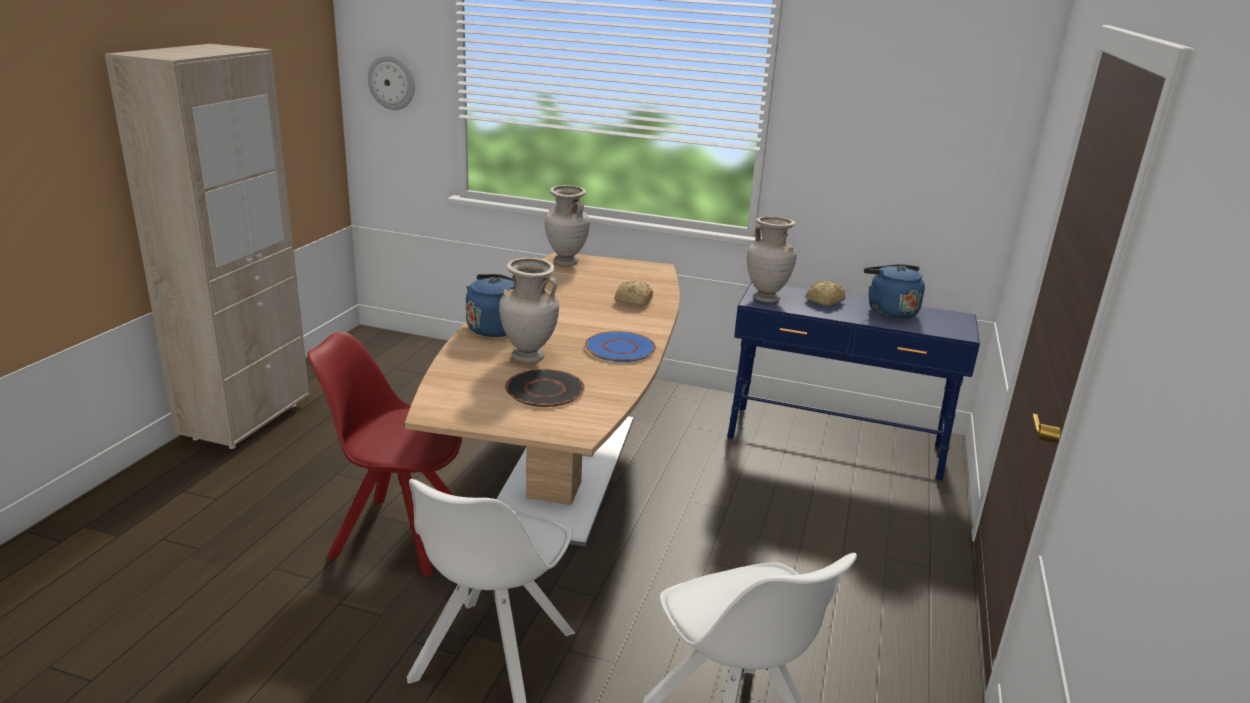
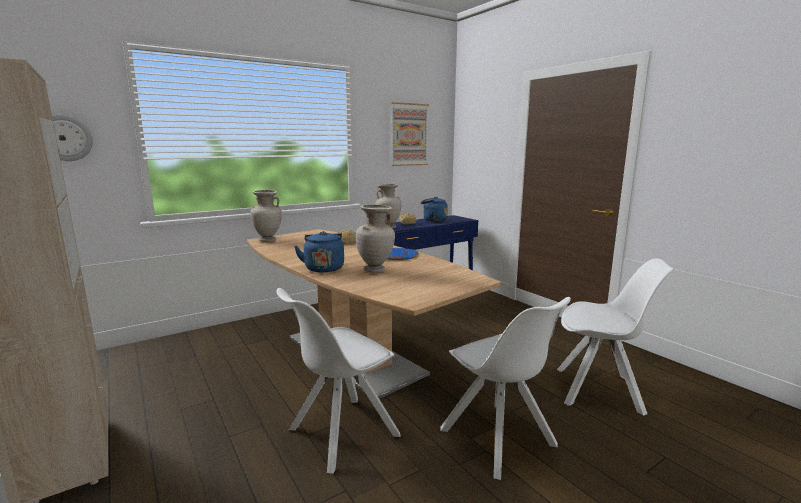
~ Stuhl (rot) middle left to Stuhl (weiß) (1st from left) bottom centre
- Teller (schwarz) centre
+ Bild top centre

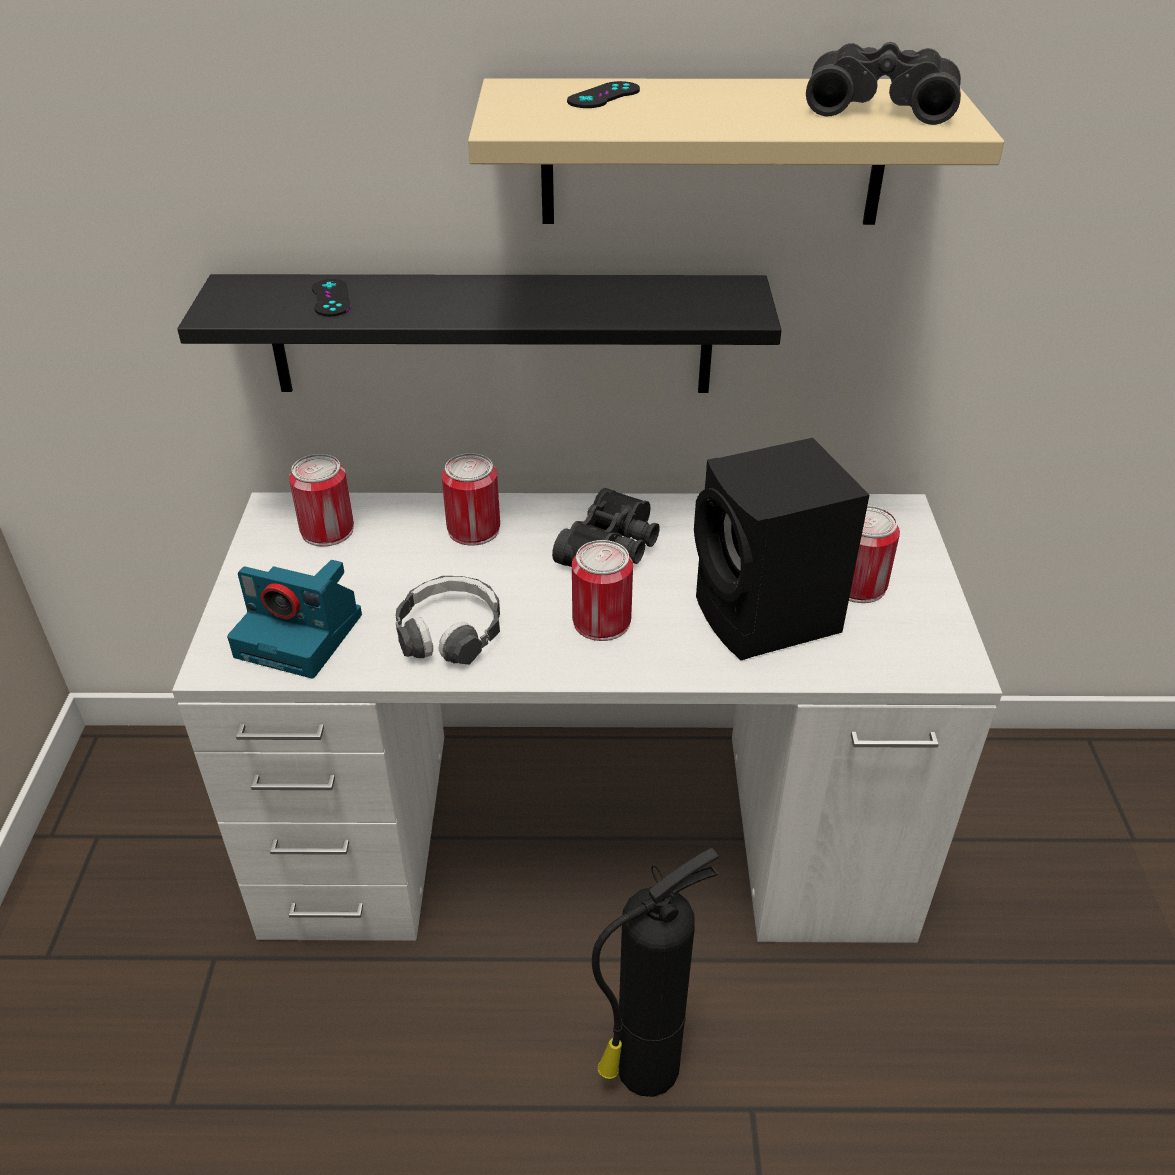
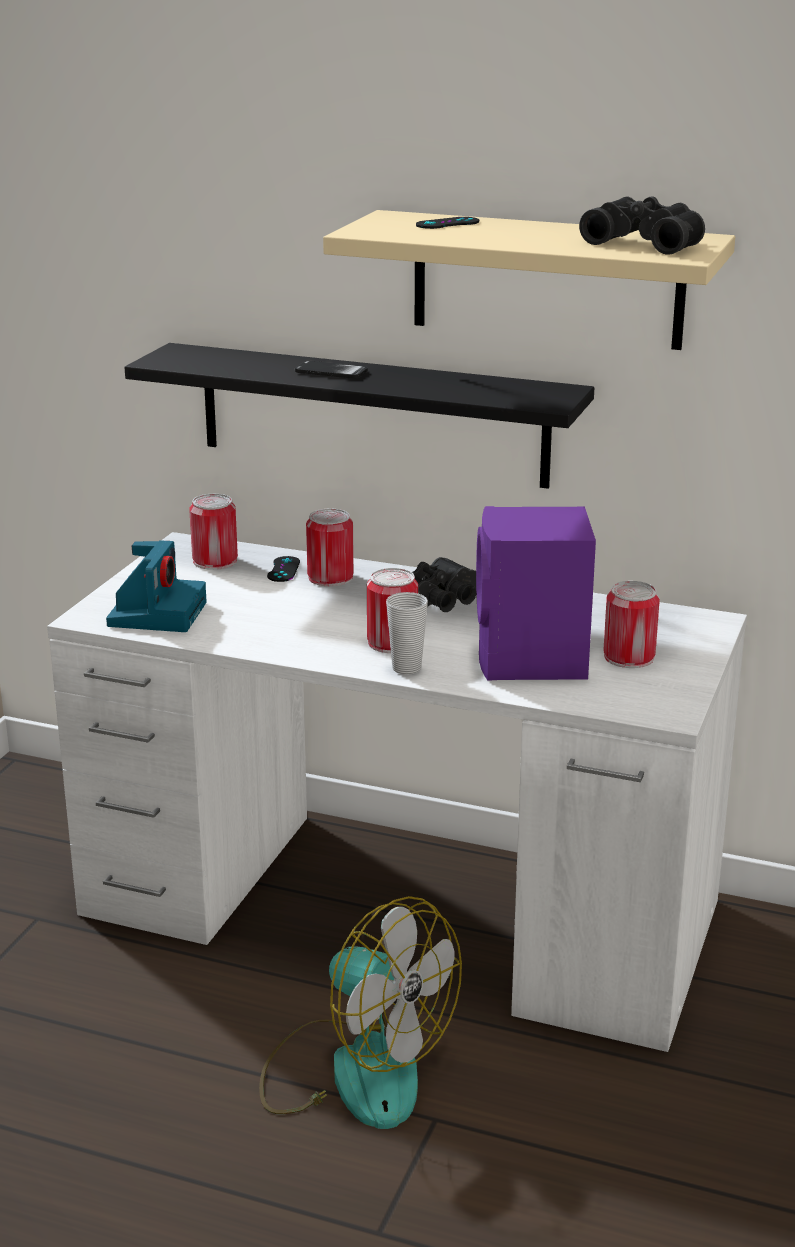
~ Kamera middle left = middle left 120 degrees counterclockwise
~ Gamepad (schwarz) (1st from left) top left to centre
- Kopfhörer centre
~ Feuerlöscher bottom centre to Ventilator bottom centre
~ Lautsprecher (schwarz) centre to Lautsprecher (lila) middle right
+ Handy top centre
+ Tasse centre

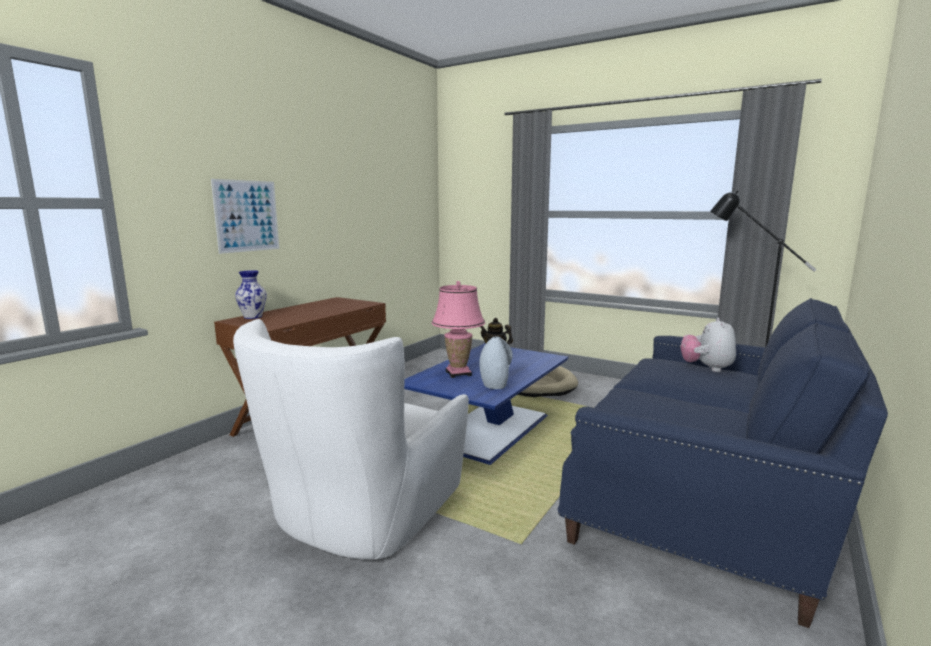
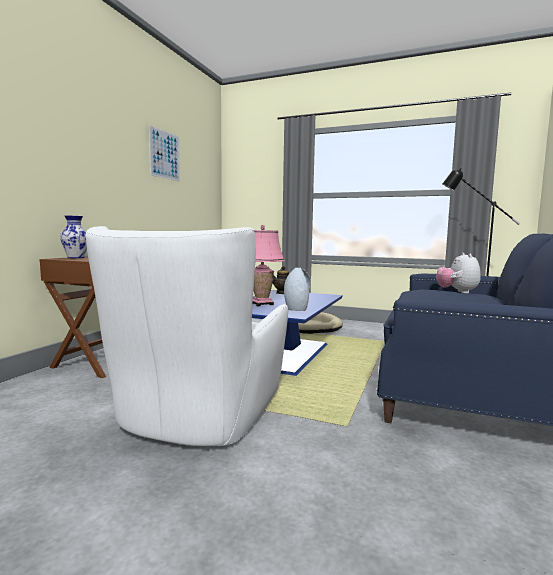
~ Bild middle left to top left

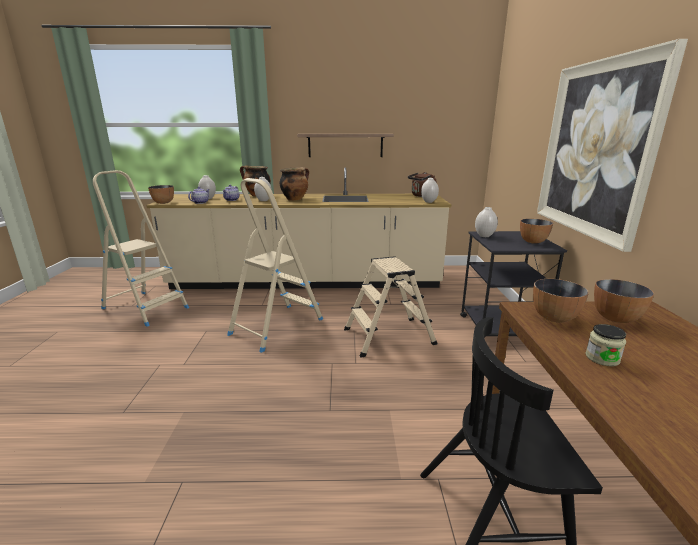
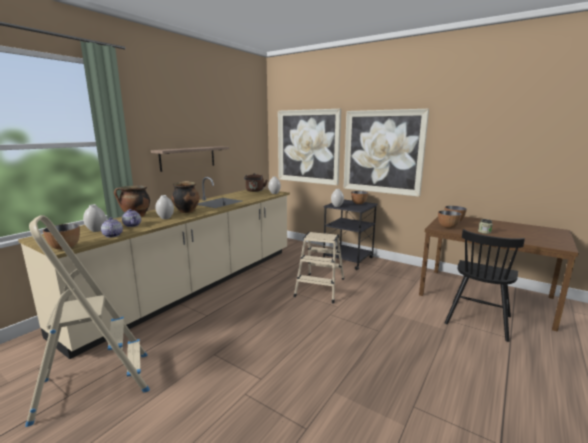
- Trittleiter (beige) (2nd from left) centre
+ Bild (1st from left) top centre

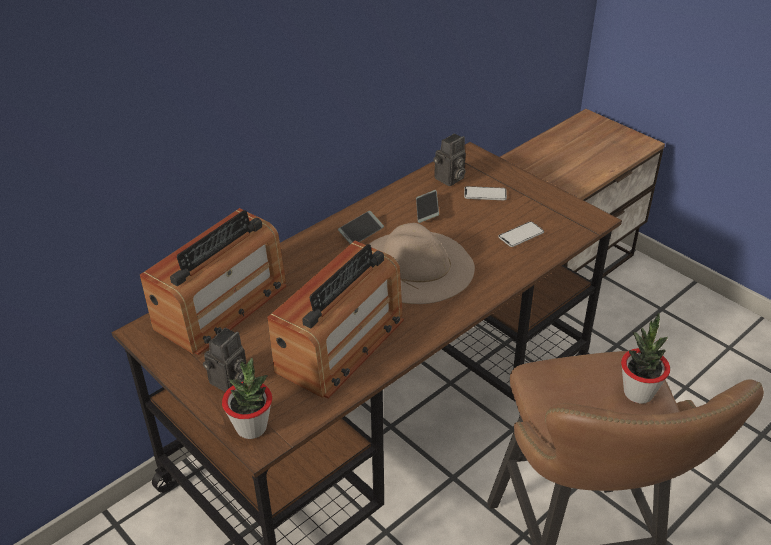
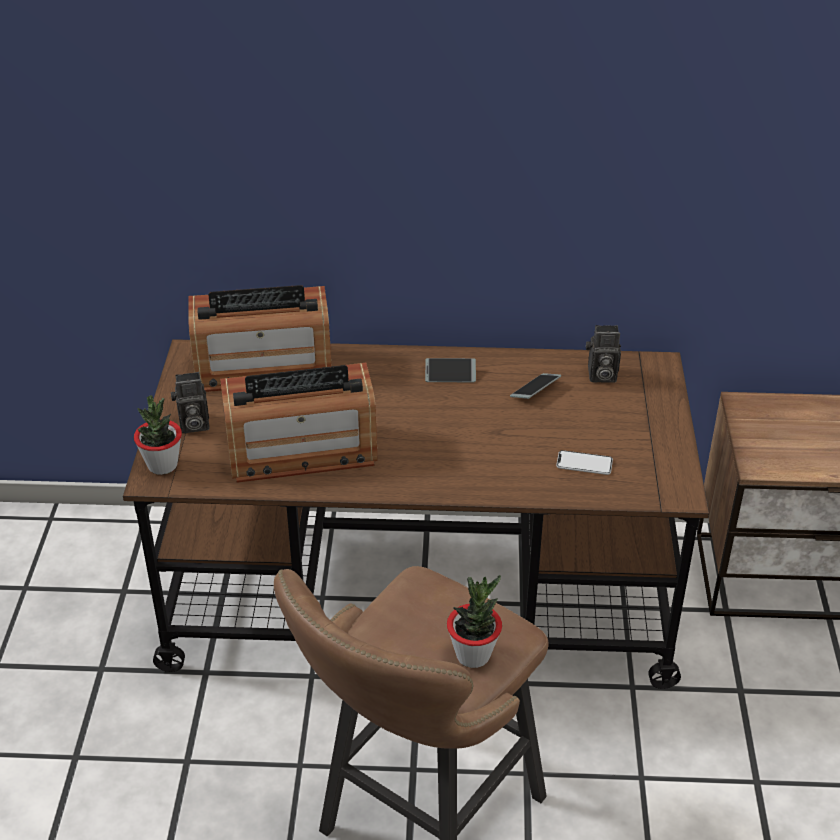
- Hut (beige) centre
- Handy (3rd from left) centre

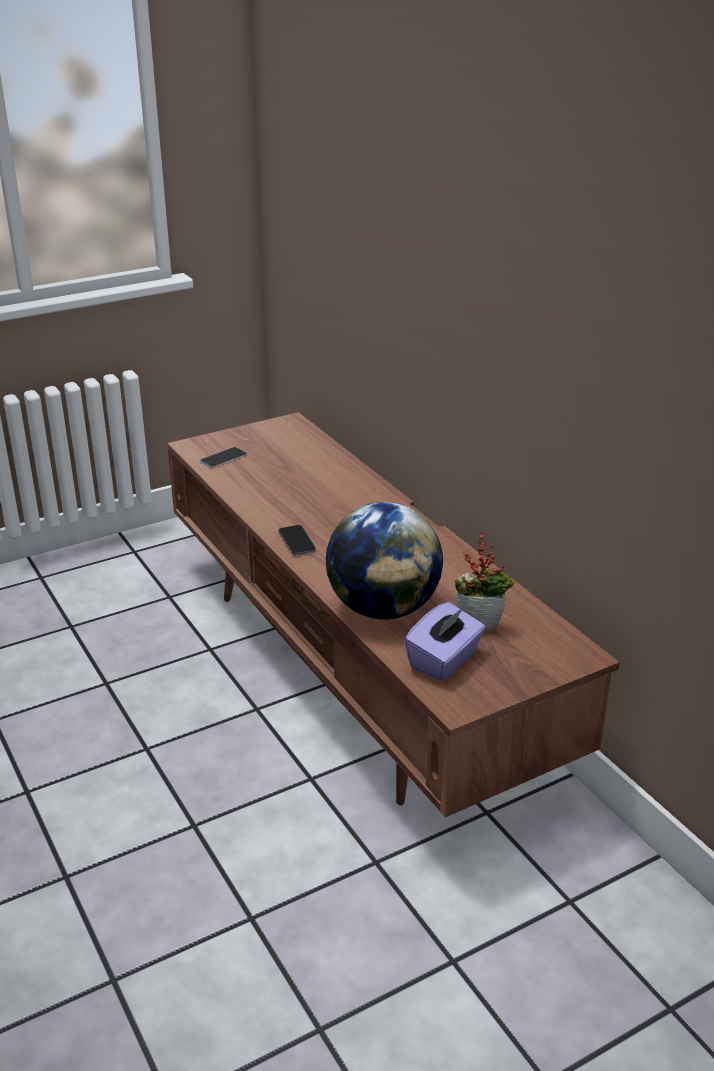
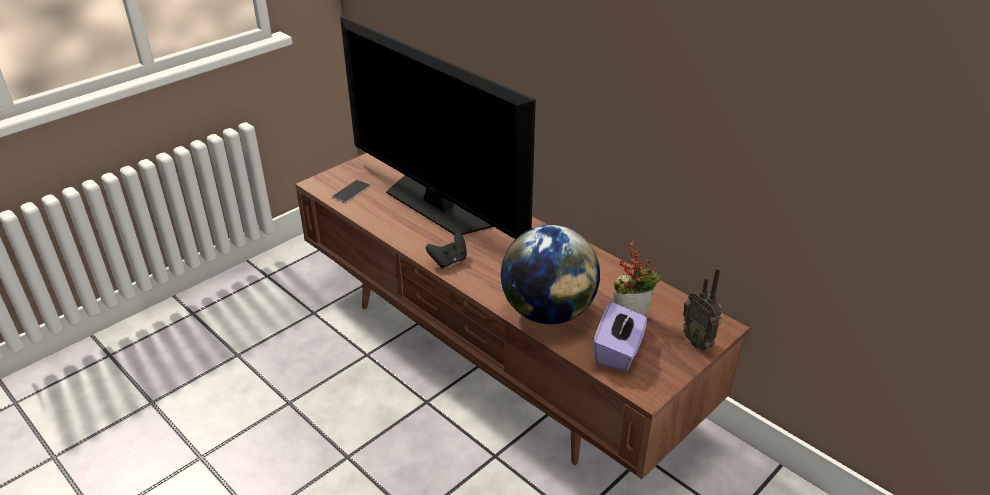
~ Handy (2nd from left) centre to Gamepad (schwarz) centre
+ Fernseher top centre
+ Radio middle right

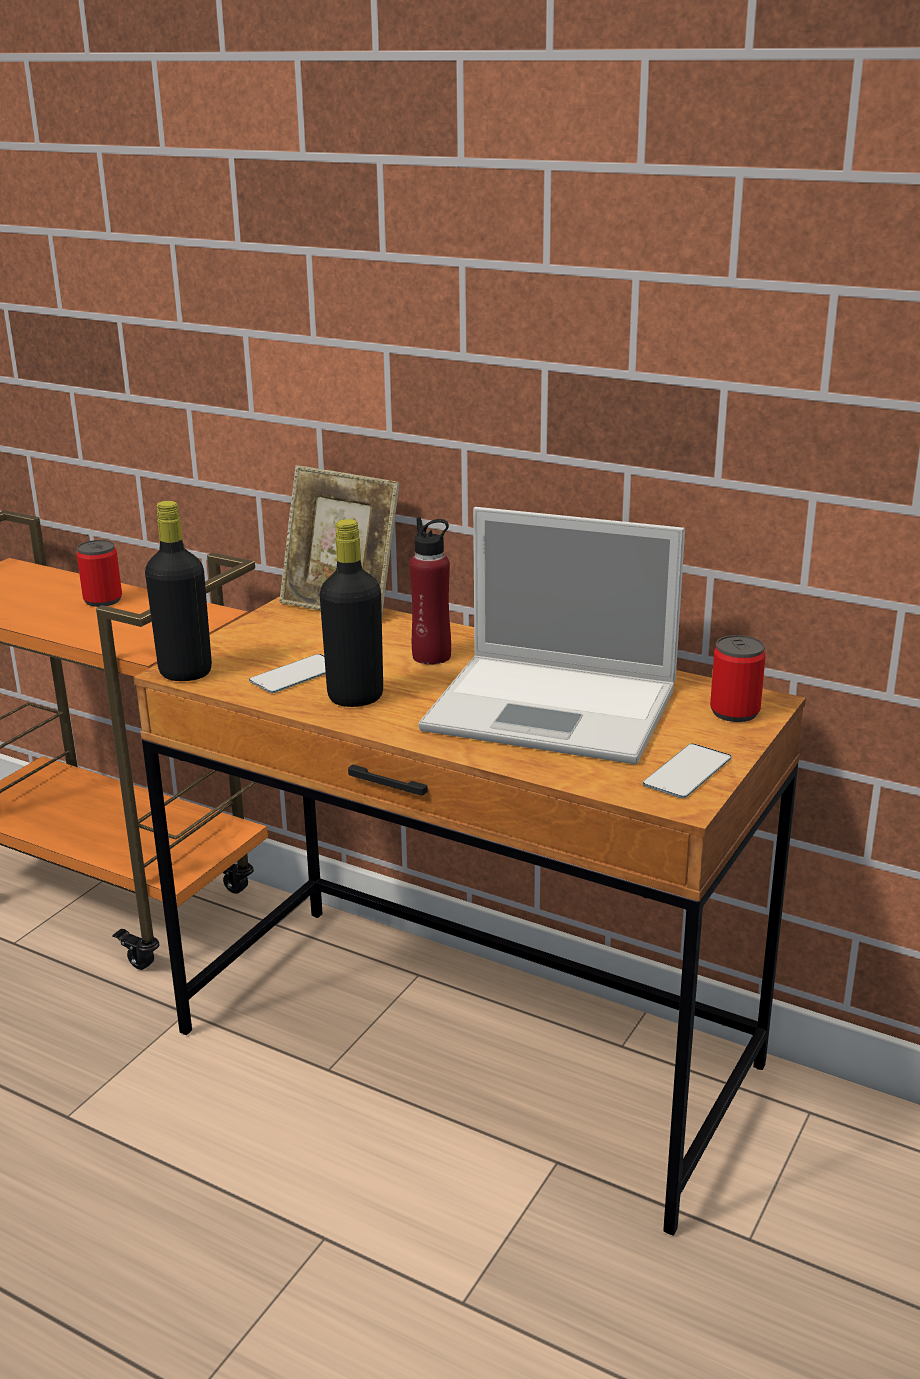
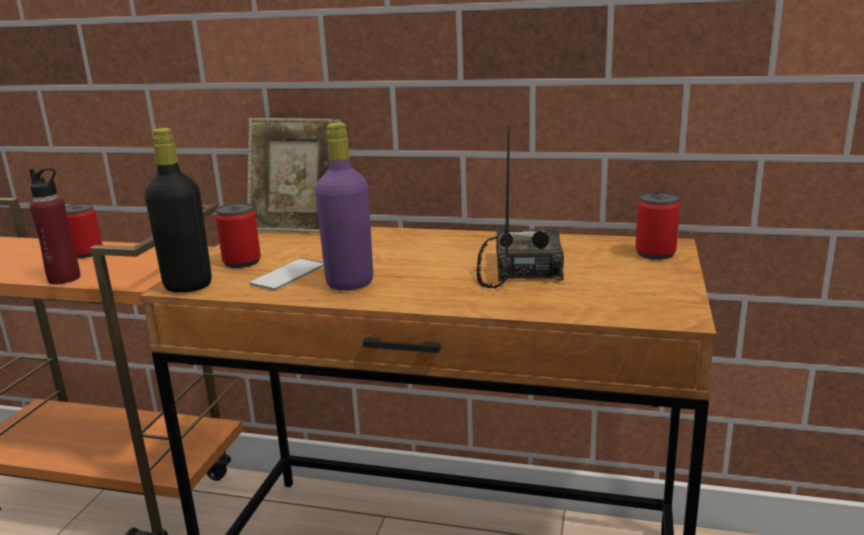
~ Flasche (schwarz) (2nd from left) centre to Flasche (lila) centre
~ Flasche (rot) centre to middle left
~ Laptop centre to Radio centre
- Handy (2nd from left) middle right
+ Dose (2nd from left) middle left

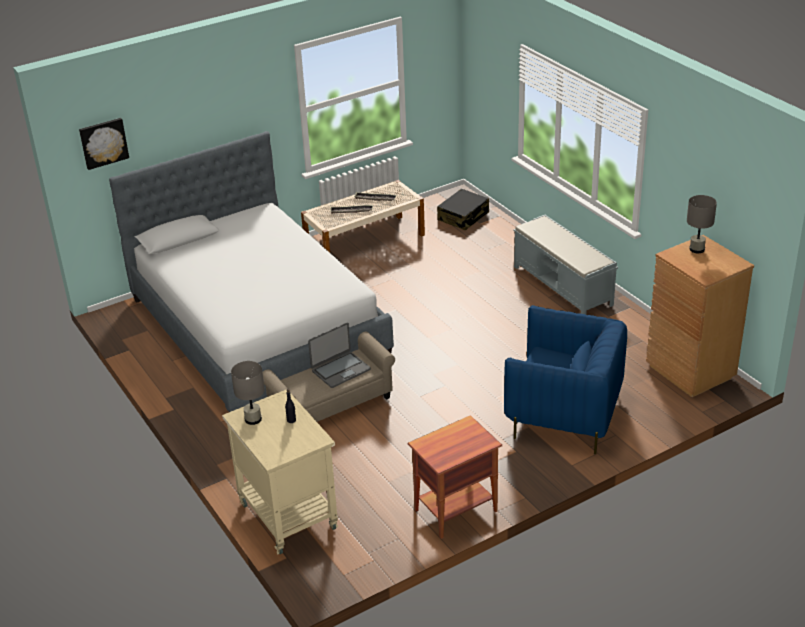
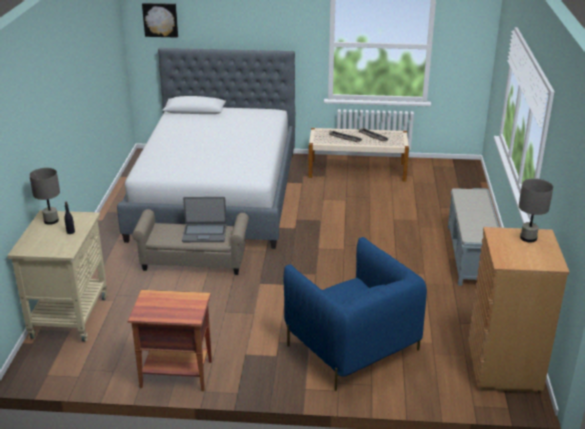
- Koffer (schwarz) centre

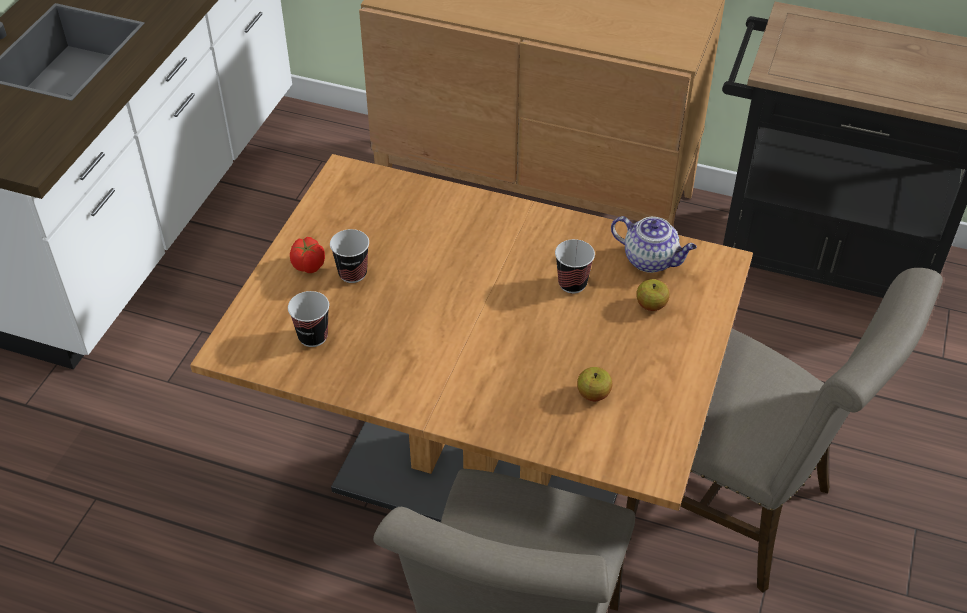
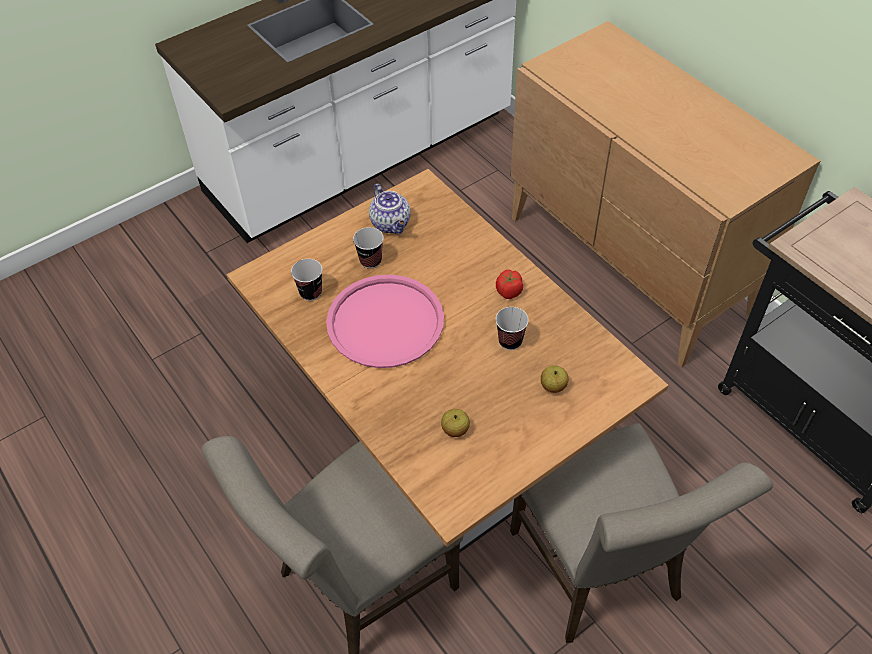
~ Tomate middle left to centre
~ Teekanne middle right to top centre
+ Tablett (rosa) centre

